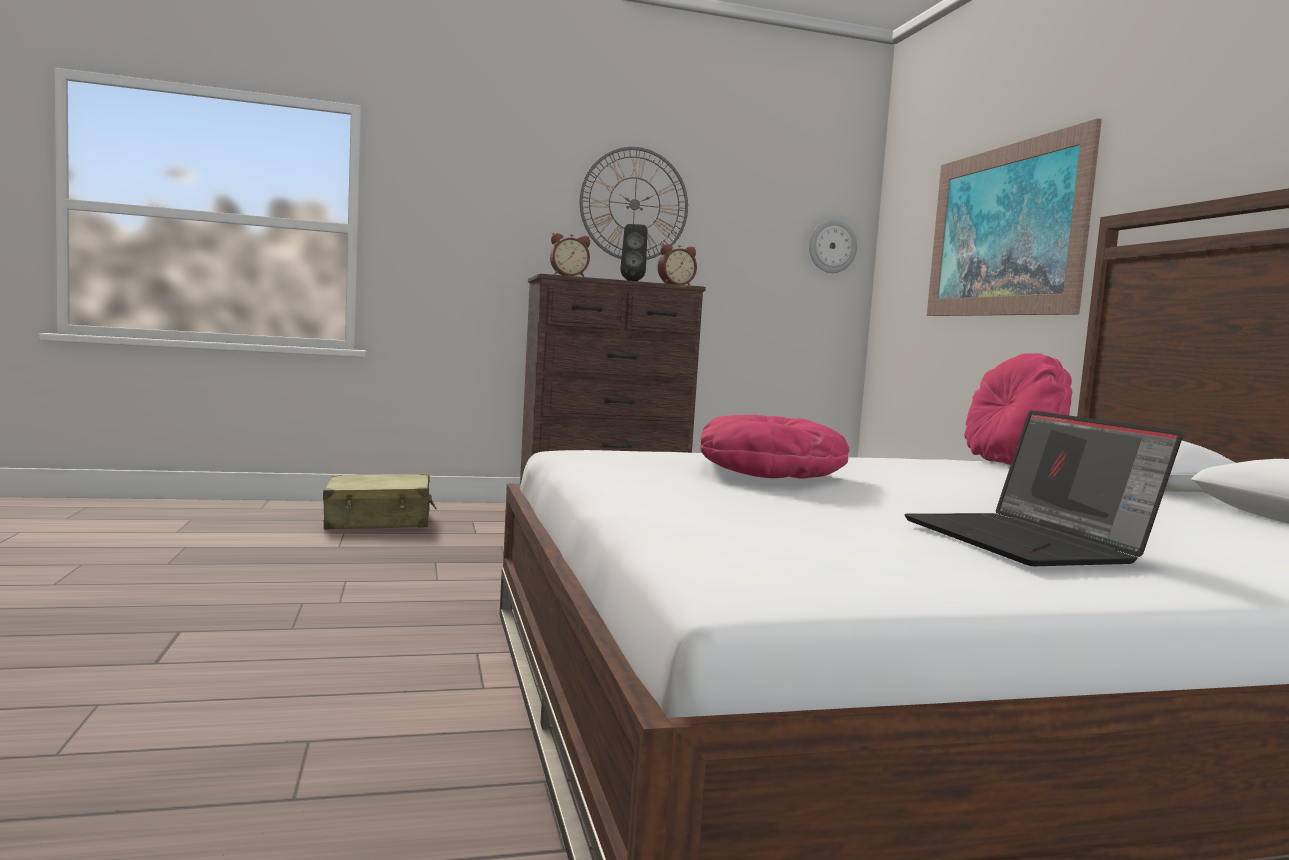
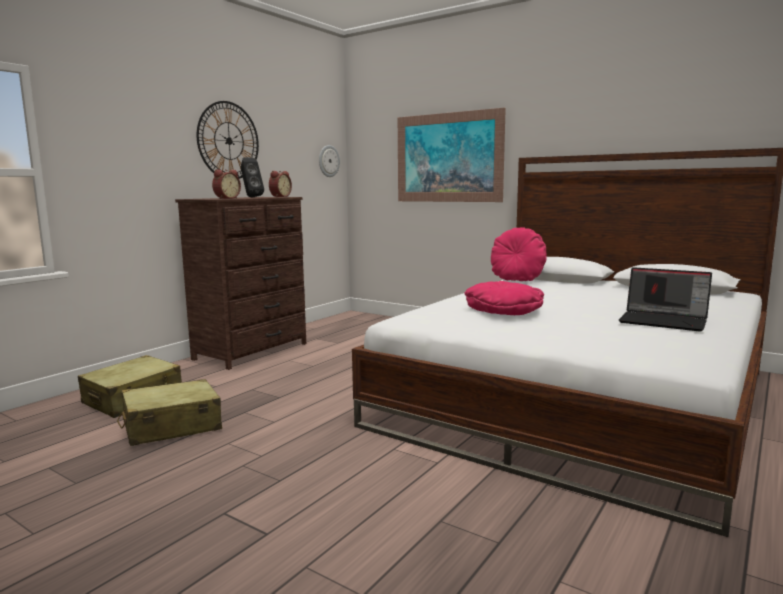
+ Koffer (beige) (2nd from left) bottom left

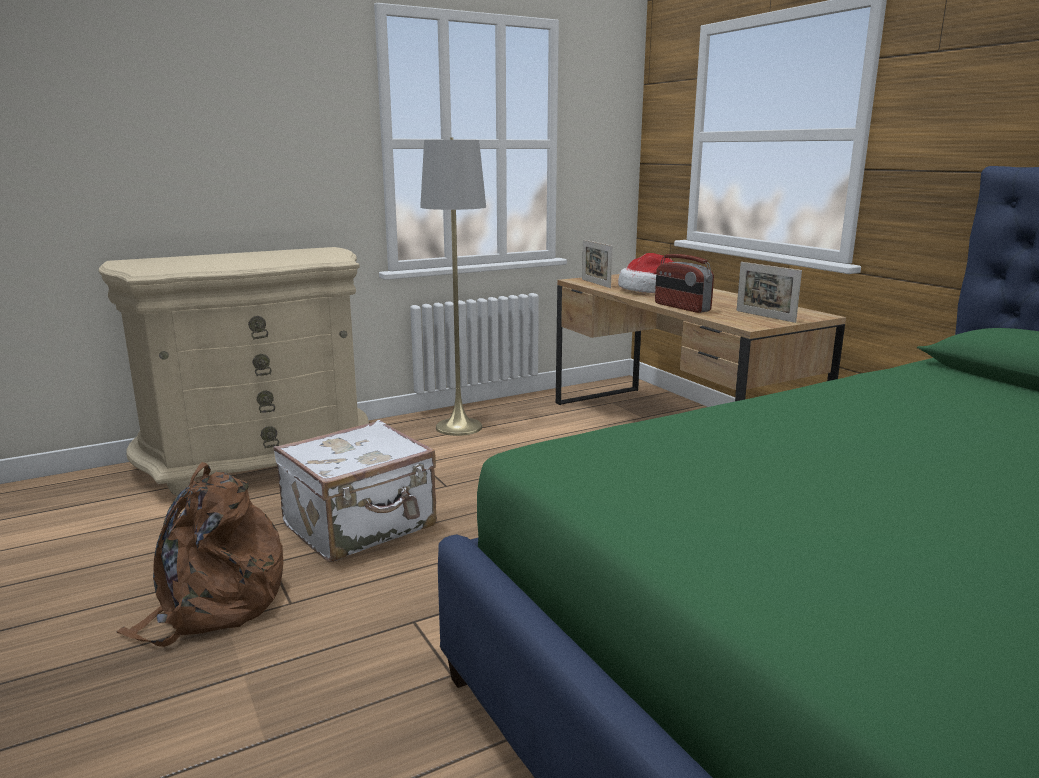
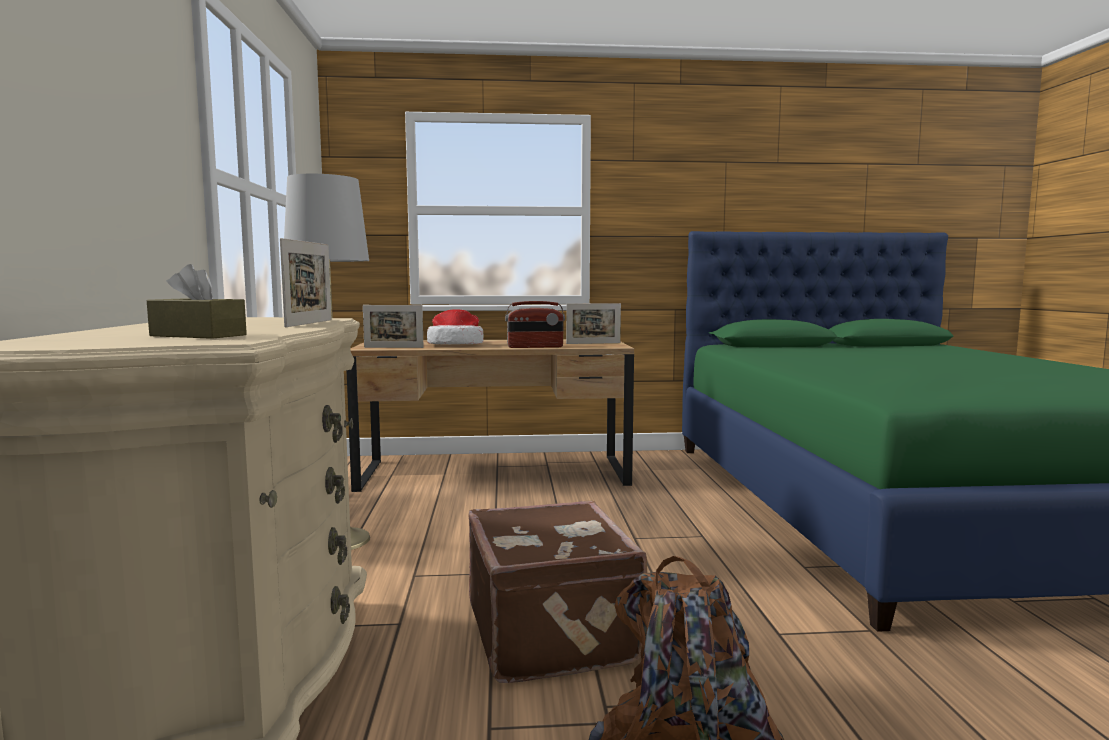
~ Koffer (weiß) centre to Koffer (braun) bottom centre
+ Taschentuchbox (braun) middle left
+ Bilderrahmen (1st from left) middle left

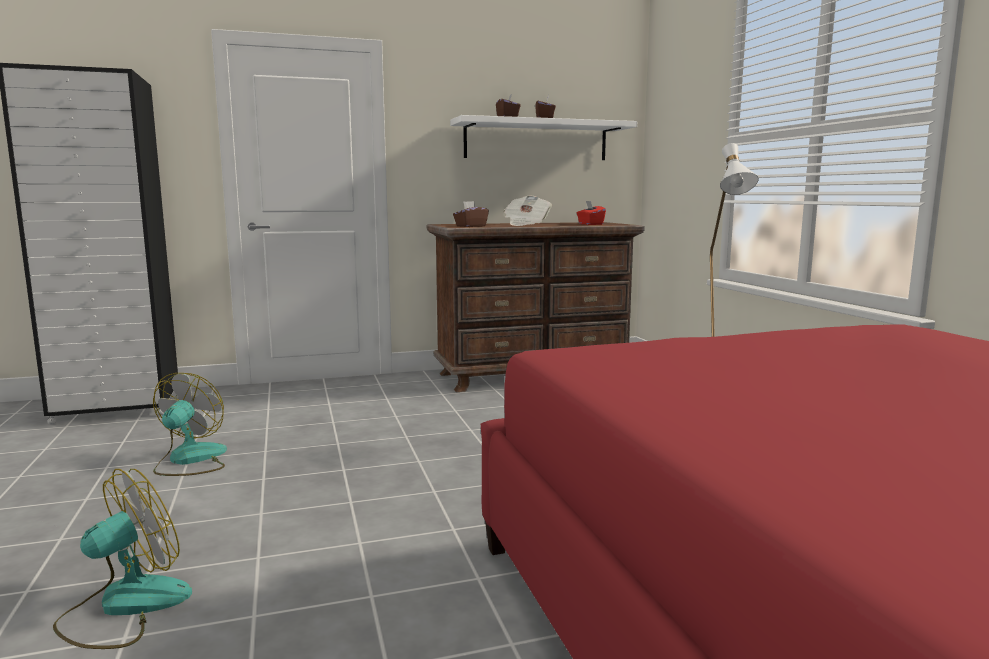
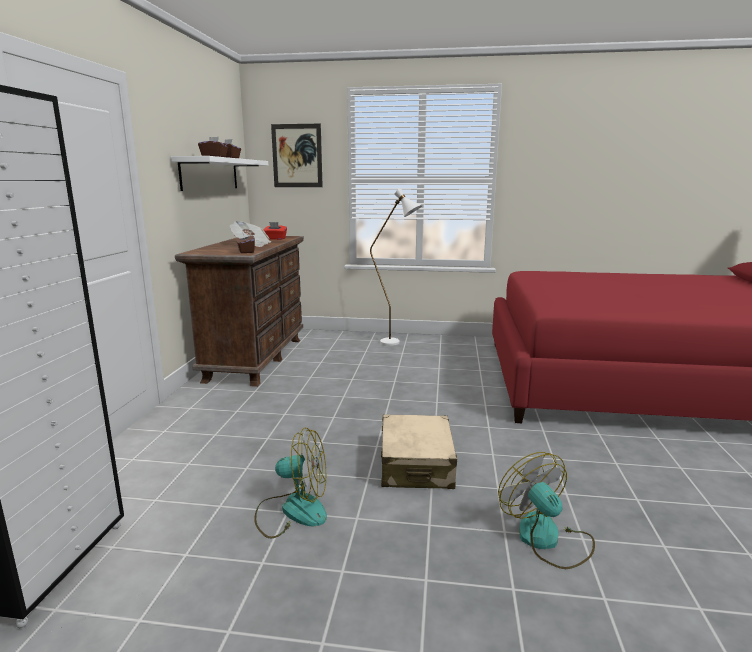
~ Ventilator (2nd from left in the first image) middle left = bottom centre 150 degrees clockwise
+ Bild top centre
+ Koffer (beige) bottom centre

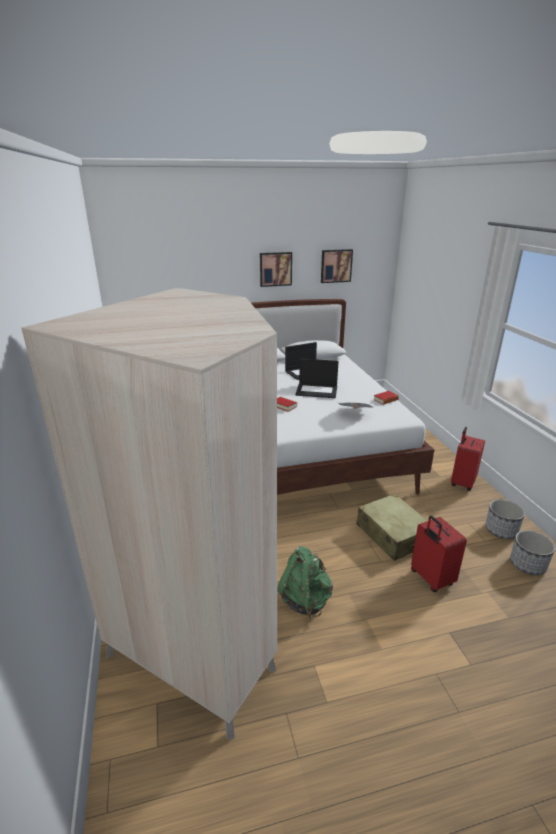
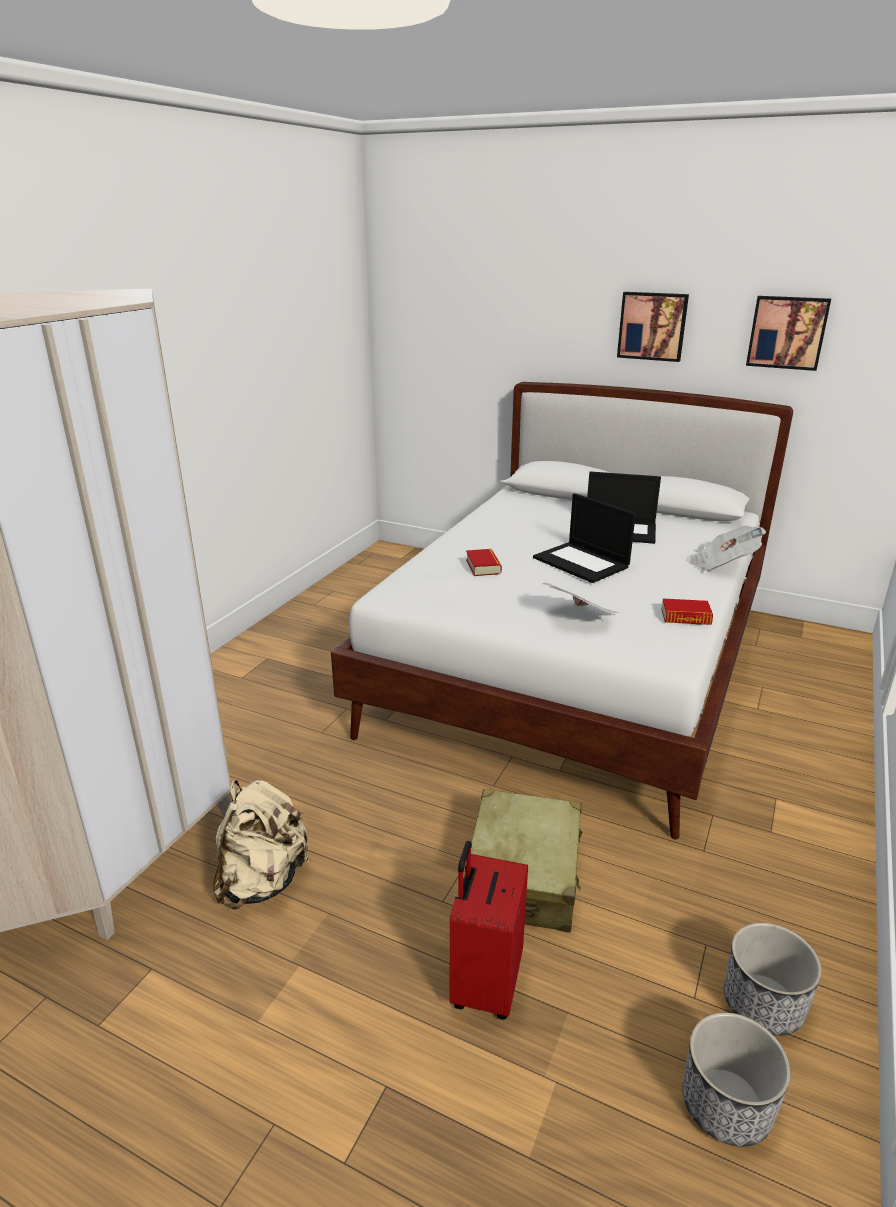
~ Rucksack (grün) bottom centre to Rucksack (beige) bottom left
- Koffer (rot) (2nd from left) middle right
+ Zeitung (2nd from left) middle right

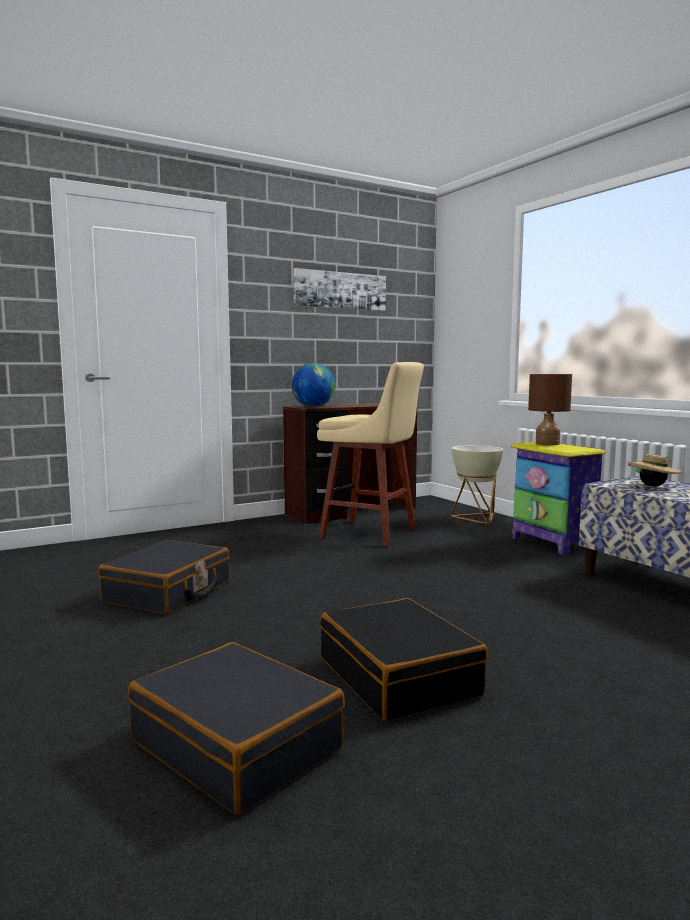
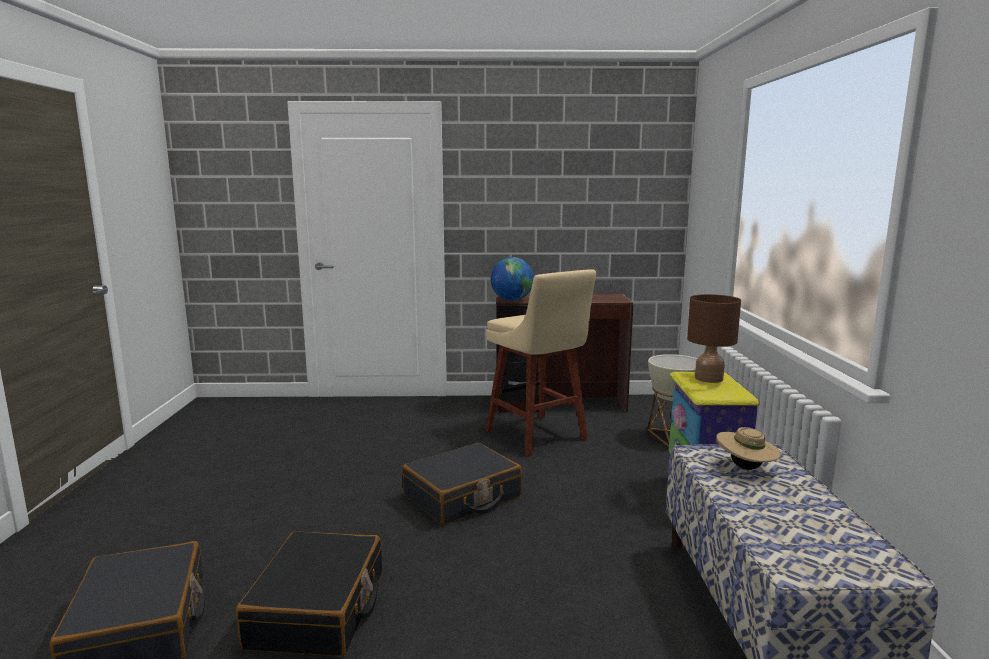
~ Koffer (schwarz) (1st from left in the first image) middle left to Koffer (schwarz) (3rd from left) bottom centre
- Bild top centre

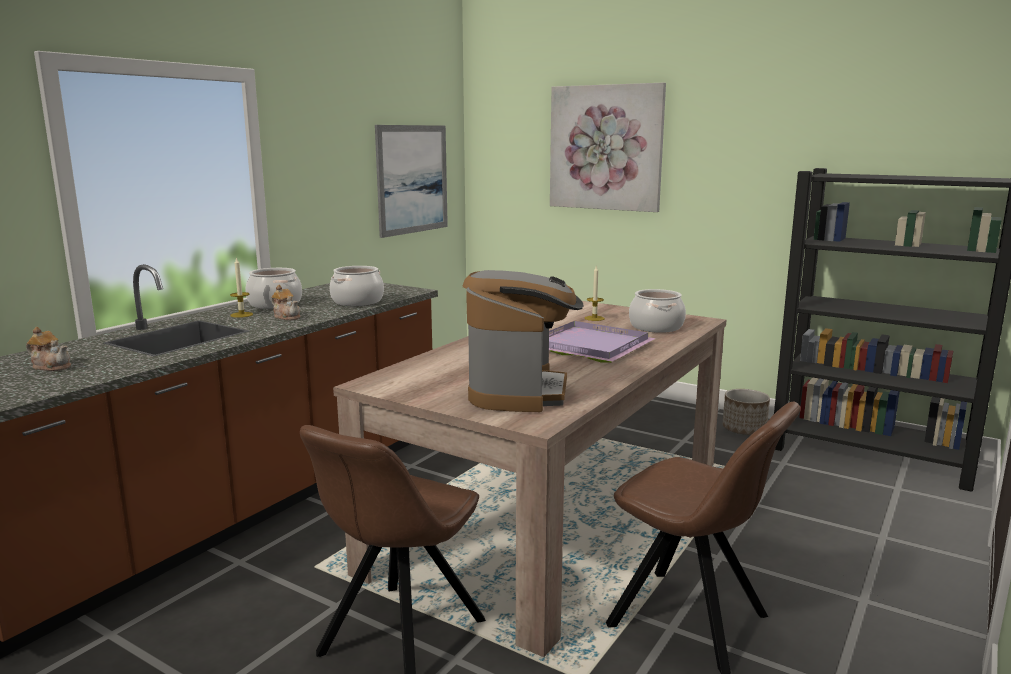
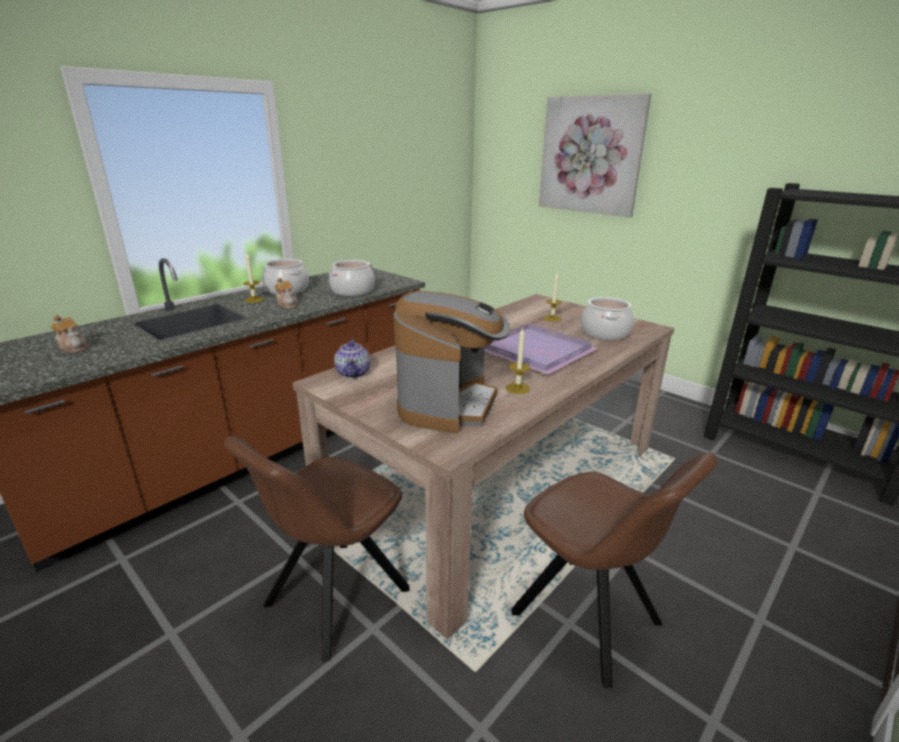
- Bild (1st from left) top centre
- Pflanzkübel middle right
+ Teekanne (3rd from left) centre
+ Kerze (2nd from left) centre

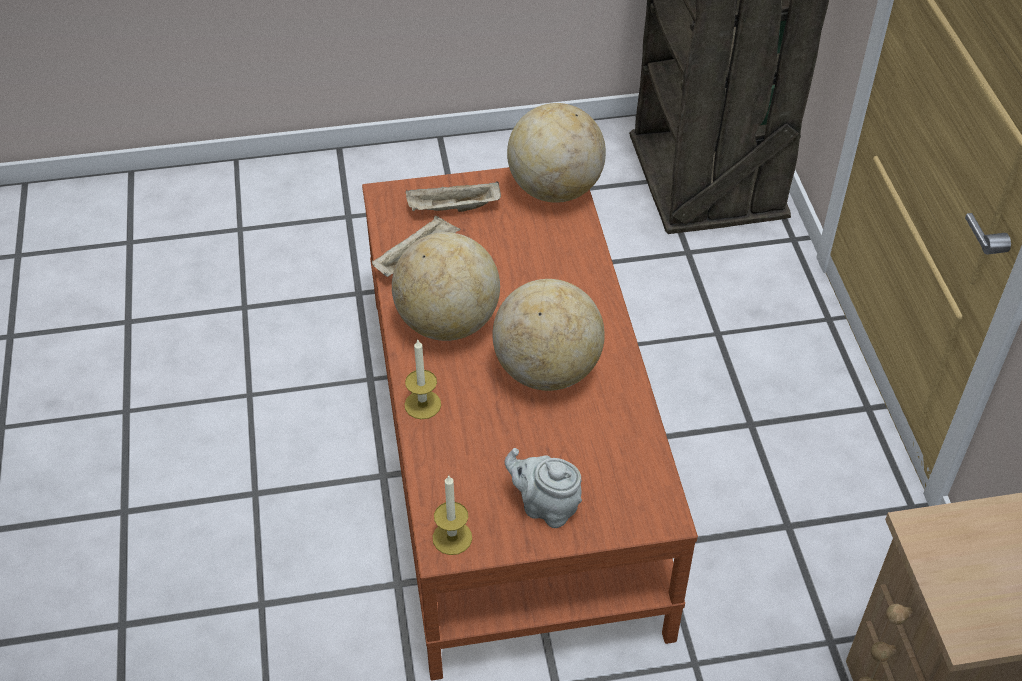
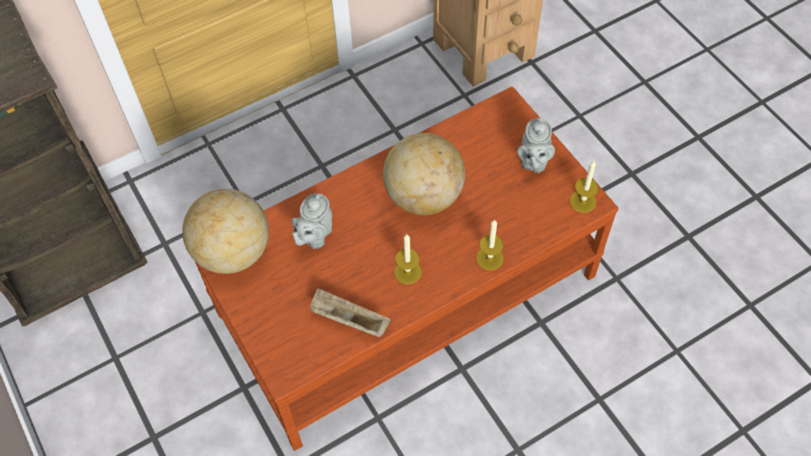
~ Globus (1st from left) centre to Kerze (1st from left) centre
- Tablett (beige) (2nd from left) top centre
+ Teekanne (grau) (1st from left) centre

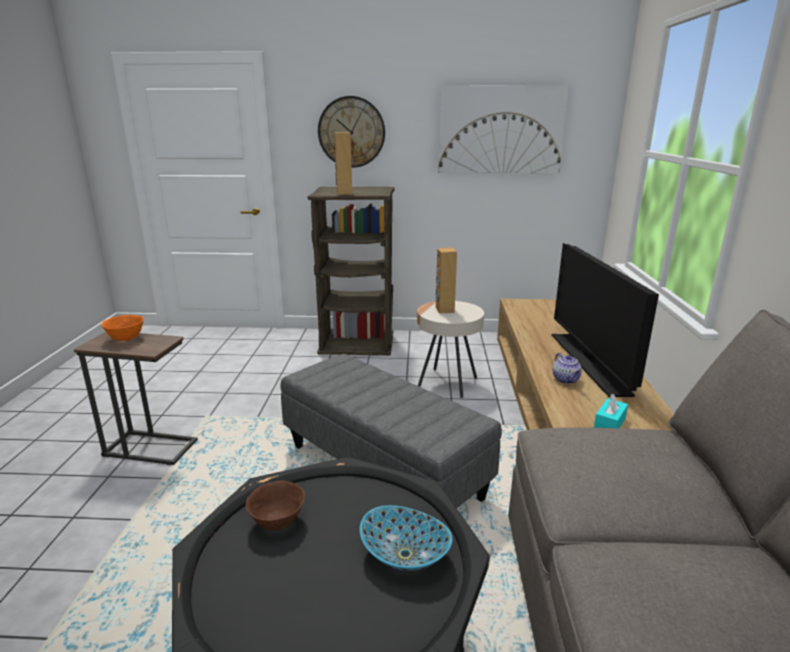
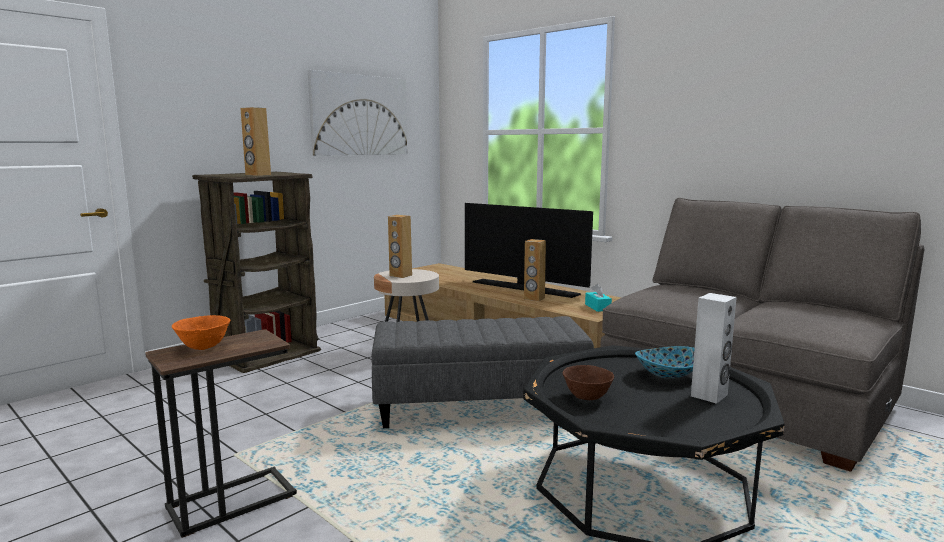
- Wanduhr top centre
~ Teekanne middle right to Lautsprecher (braun) (3rd from left) centre
+ Lautsprecher (weiß) middle right

